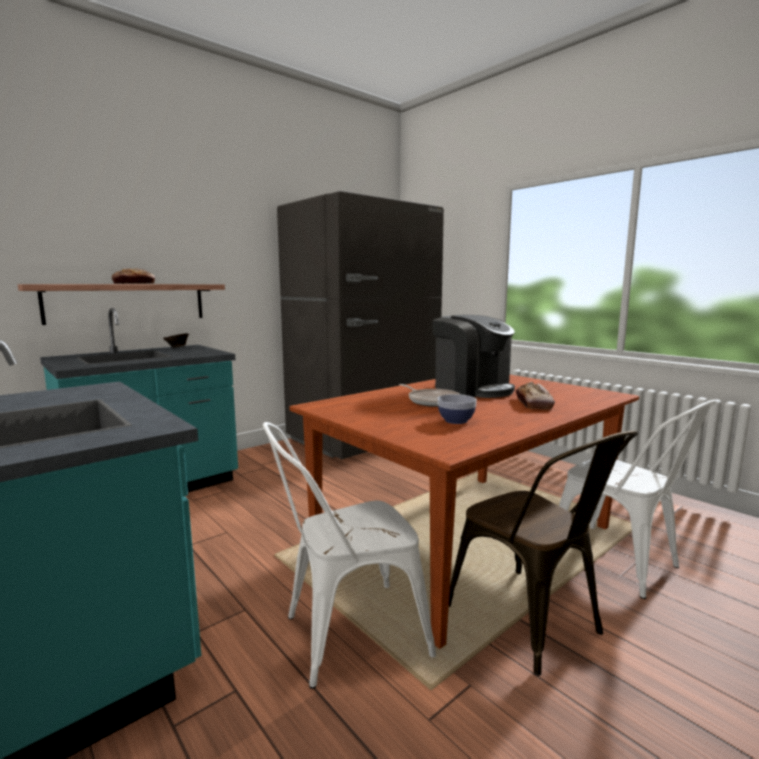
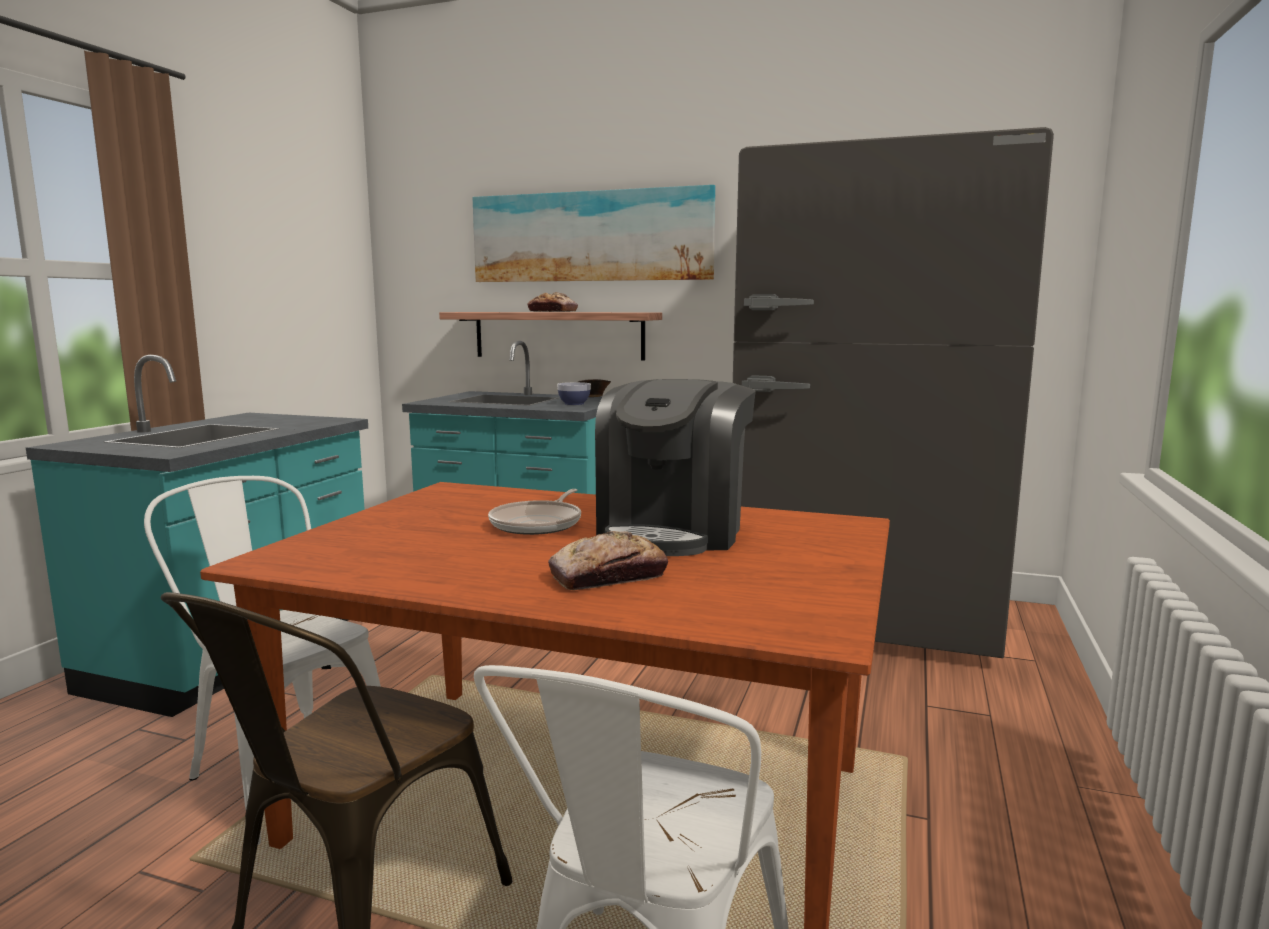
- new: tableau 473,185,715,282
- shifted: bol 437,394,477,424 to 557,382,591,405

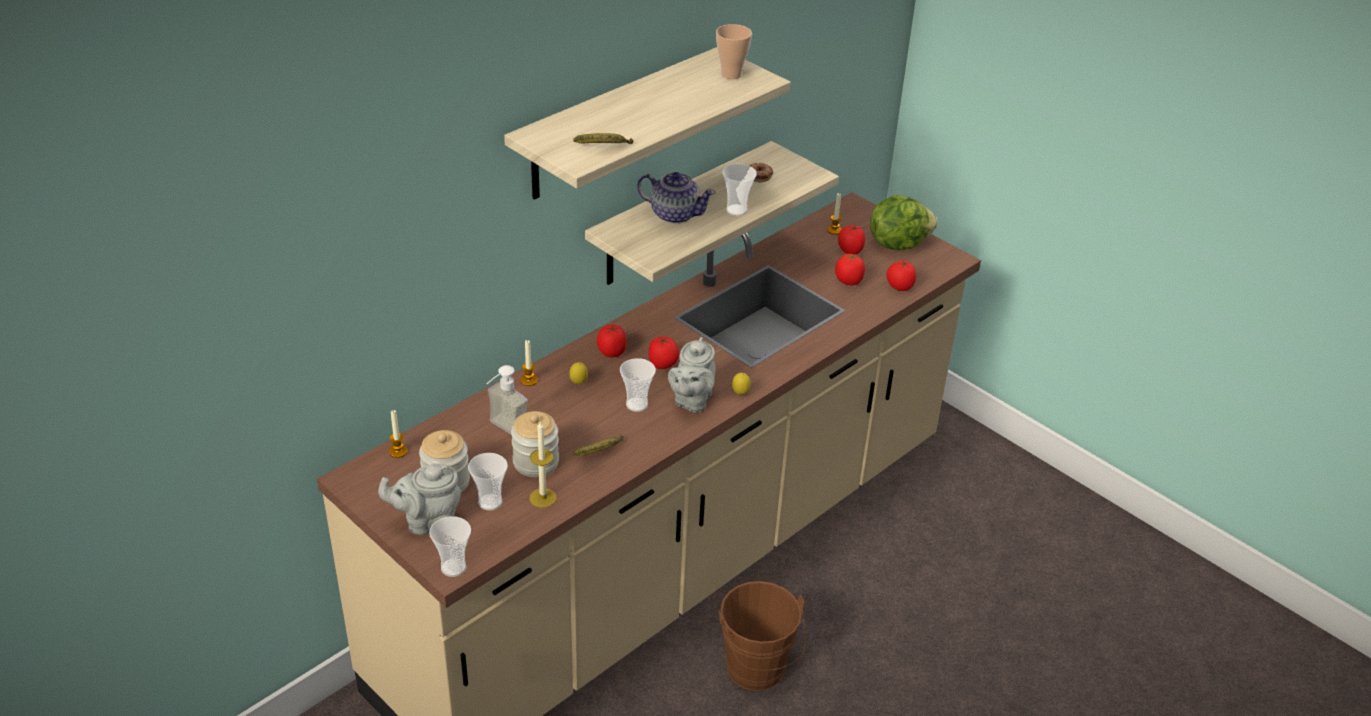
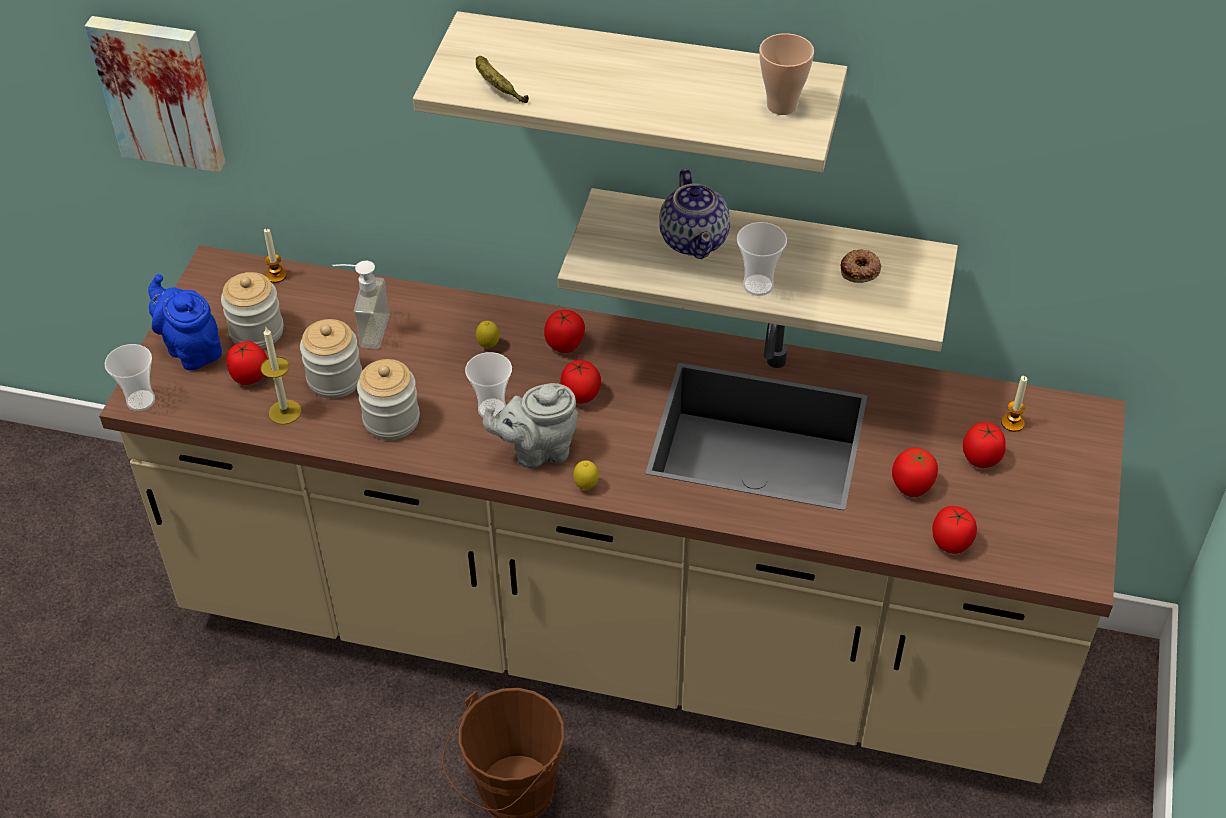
- new: tableau 85,16,225,172
- repainted: théière/gris 378,464,462,535 to théière/bleu 148,274,222,370
- swapped: tasse 468,453,508,510 to tomate 227,341,268,385
- swapped: banane 574,435,624,455 to bocal 357,359,420,440
- gone: bougie 520,340,538,386
- gone: laitue 870,195,938,250

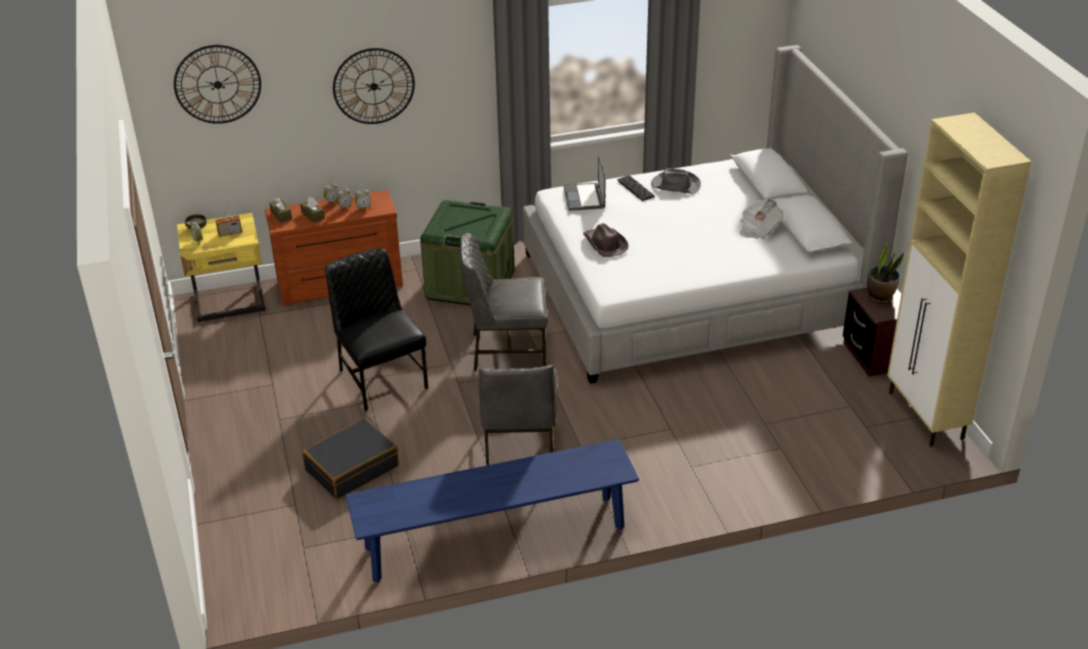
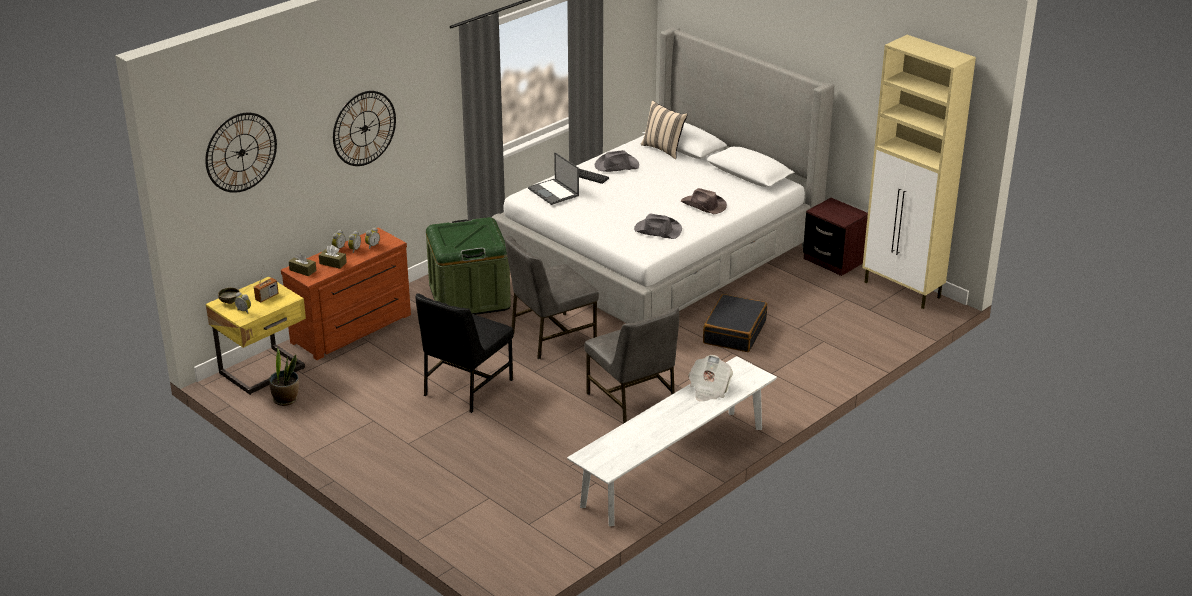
- shifted: plante en pot 867,242,904,303 to 269,347,299,406
- rotated: chaise/noir 325,248,428,411 = 416,294,514,413 90 degrees counterclockwise
- repainted: banc/bleu 345,439,639,583 to banc/blanc 567,356,777,526
- new: chapeau/gris 634,214,682,239
- new: coussin/beige 641,101,688,159
- shifted: chapeau/marron 583,223,629,257 to 681,188,727,214
- shifted: journal 739,199,783,239 to 688,355,733,401
- shifted: valise/noir 303,418,399,499 to 703,294,767,352

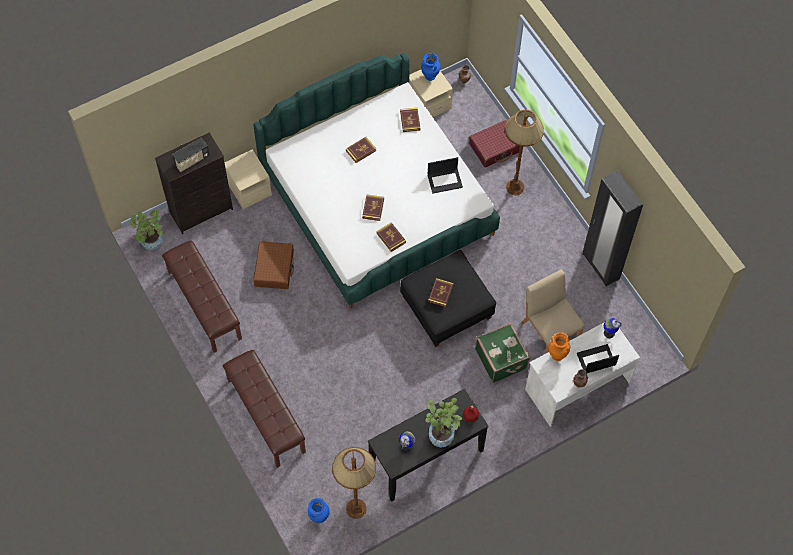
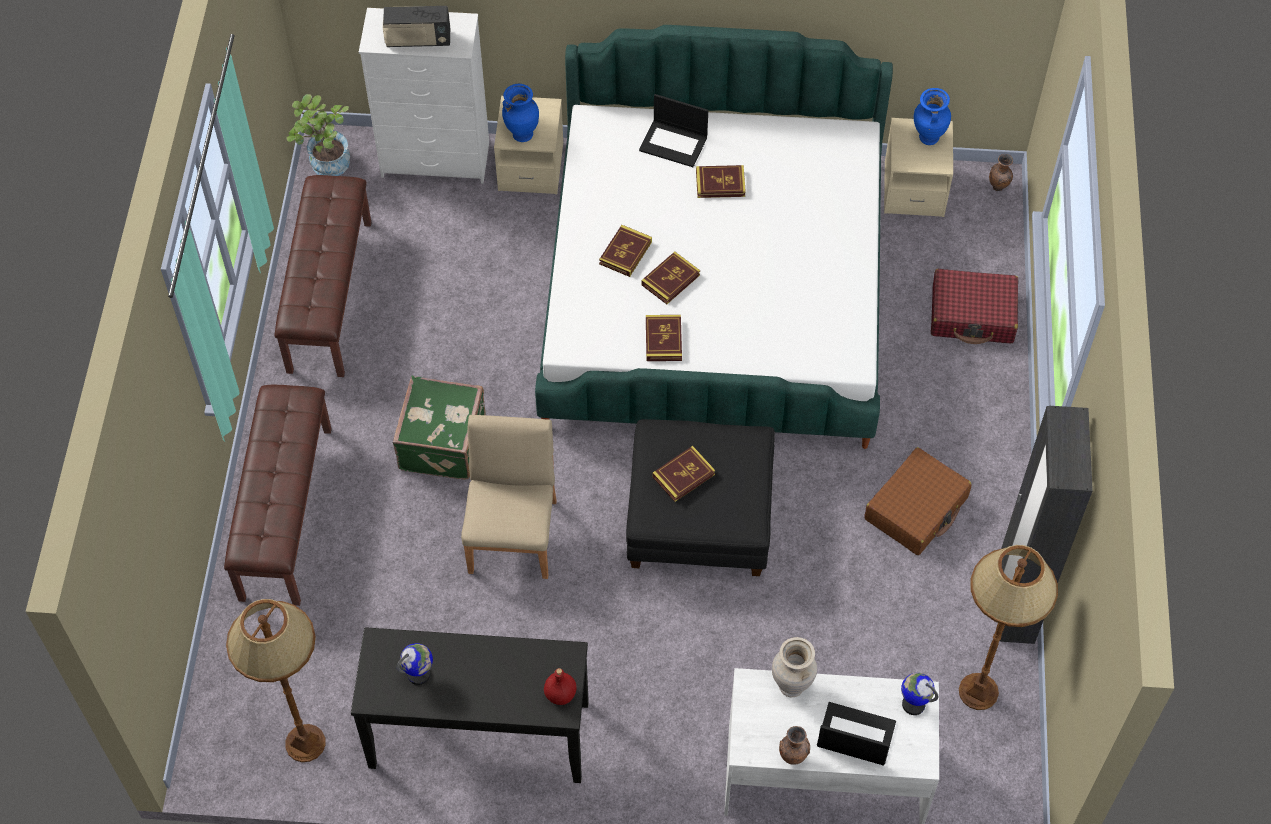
- repainted: commode/noir 155,133,233,234 to commode/blanc 359,8,489,184
- shifted: valise/vert 475,323,530,383 to 392,376,486,480
- shifted: chaise/beige 521,269,584,354 to 461,415,557,579
- shifted: vase/bleu 308,498,330,523 to 502,84,539,142
- shifted: livre 400,108,420,132 to 599,225,652,277
- shifted: ordinateur portable 428,157,463,193 to 639,94,708,167
- repainted: vase/orange 549,332,570,361 to vase/beige 772,637,817,698
- shifted: valise/marron 254,241,294,289 to 865,447,971,555
- shifted: lampadaire/marron 505,109,544,195 to 959,545,1058,710
- gone: plante en pot 425,398,462,448

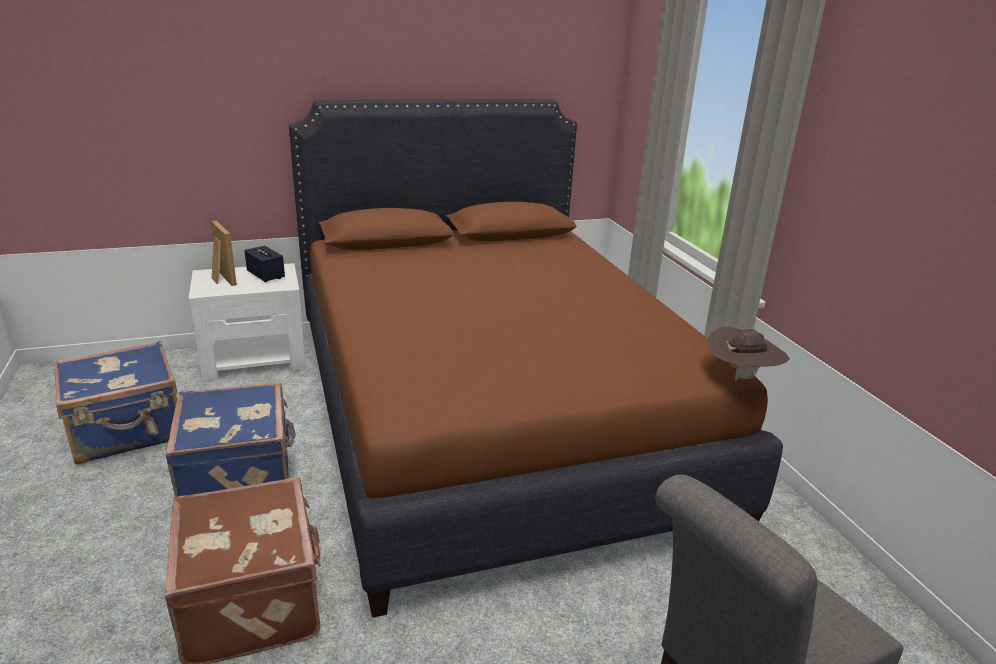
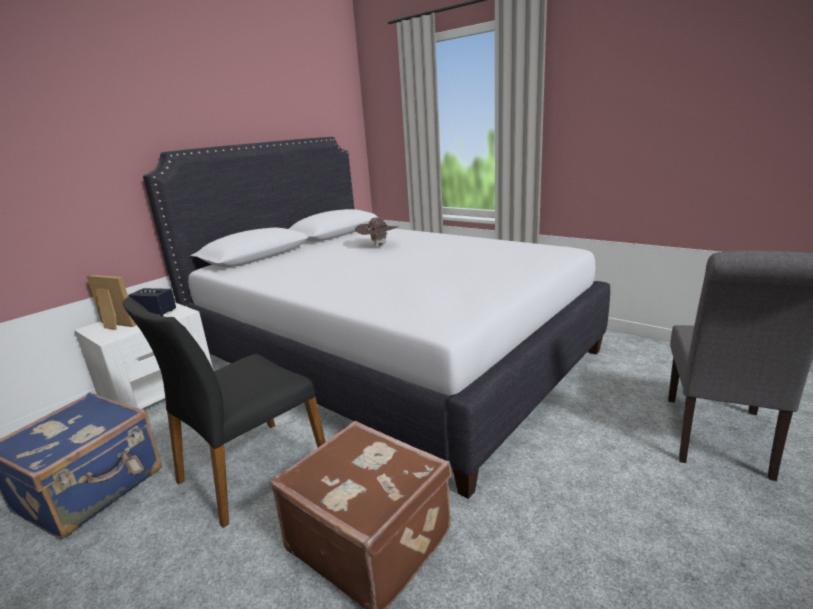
- swapped: valise/bleu 166,382,296,497 to chaise/noir 123,297,325,528
- repainted: lit/marron 289,99,783,618 to lit/blanc 143,137,610,499
- shifted: chapeau/marron 707,327,790,381 to 355,217,399,247

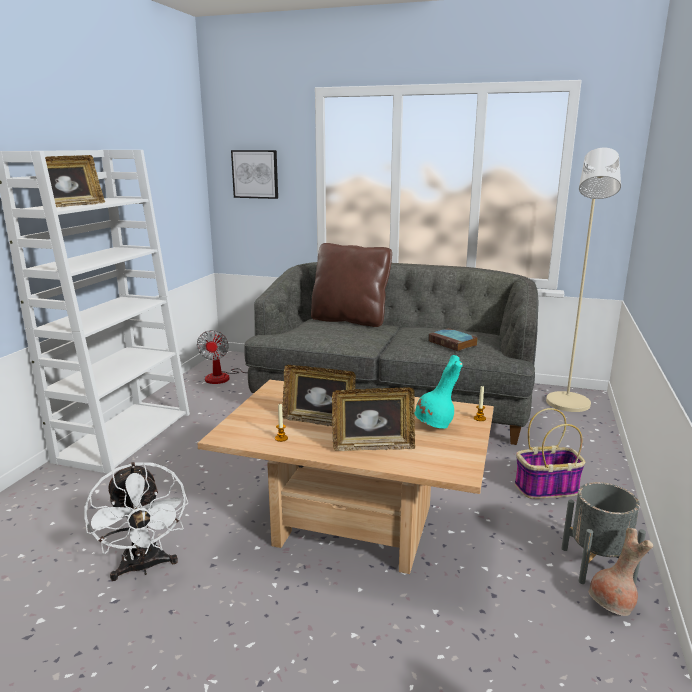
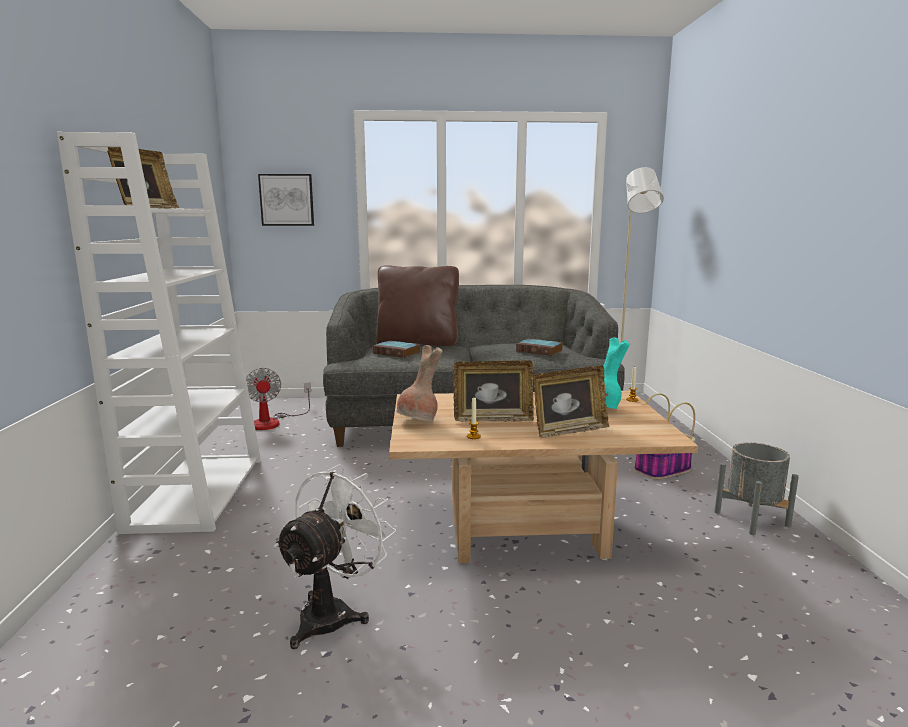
- rotated: ventilateur/blanc 84,462,188,581 = 274,464,396,649 105 degrees counterclockwise
- new: livre 372,340,420,358
- shifted: vase/marron 589,528,653,616 to 396,345,443,421

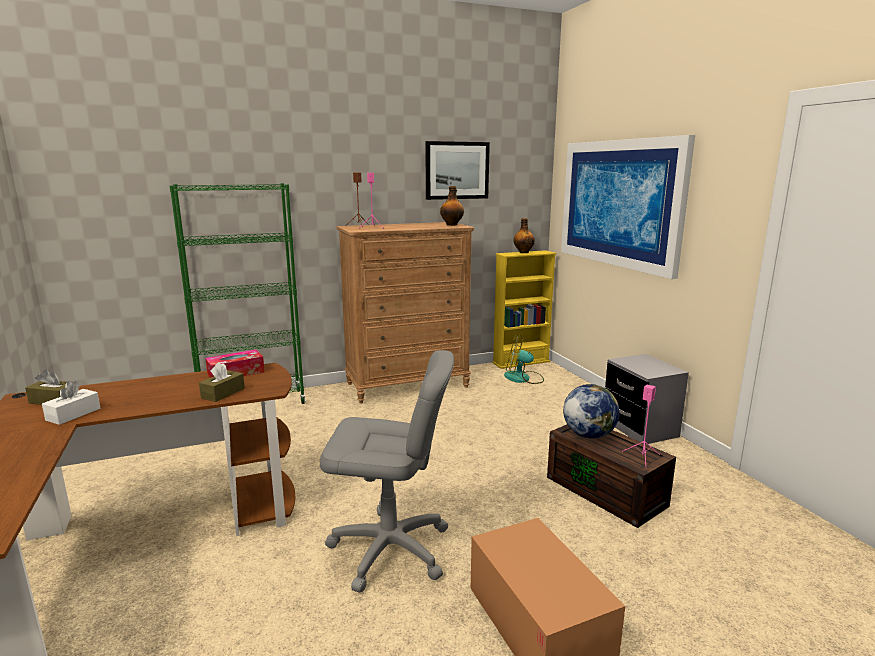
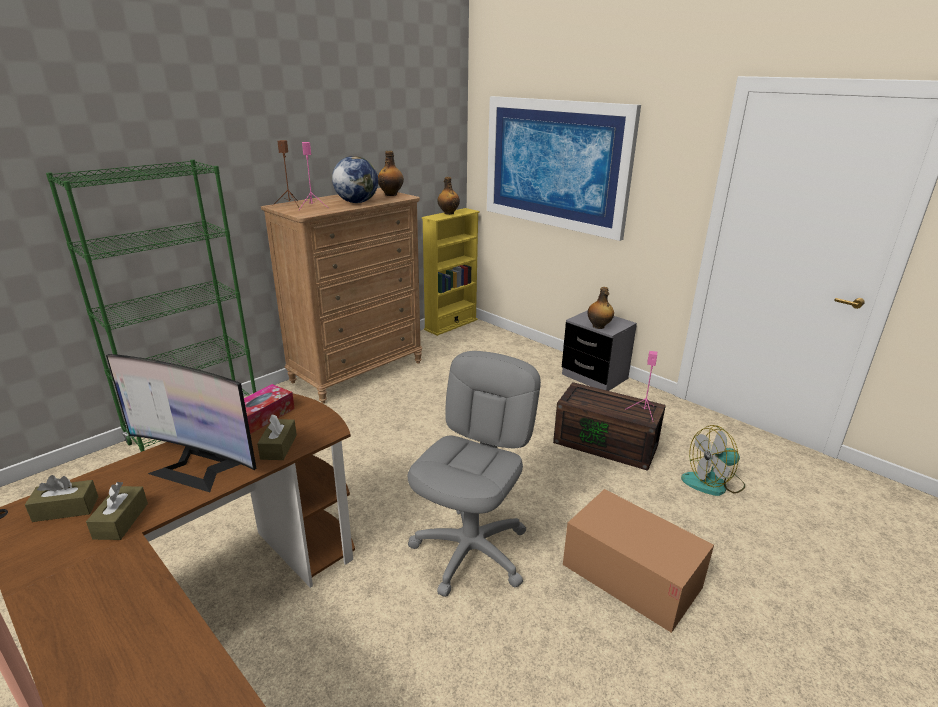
- repainted: boîte à mouchoirs/blanc 42,381,100,425 to boîte à mouchoirs/marron 86,482,148,540
- new: écran d'ordinateur 106,354,256,492
- shifted: globe 563,384,620,439 to 332,156,378,203
- rotated: chaise de bureau/gris 320,350,454,593 = 408,351,541,597 45 degrees counterclockwise
- new: bouteille 587,287,614,329
- shifted: ventilateur 504,335,544,384 to 681,425,745,496
- gone: tableau 425,141,490,200

